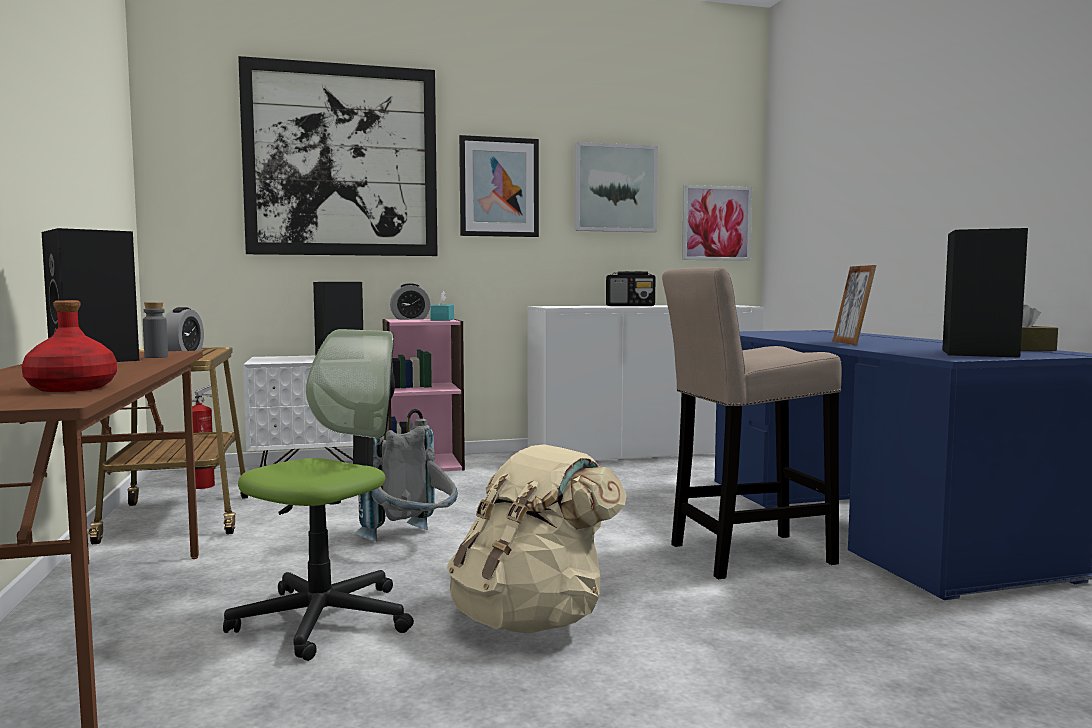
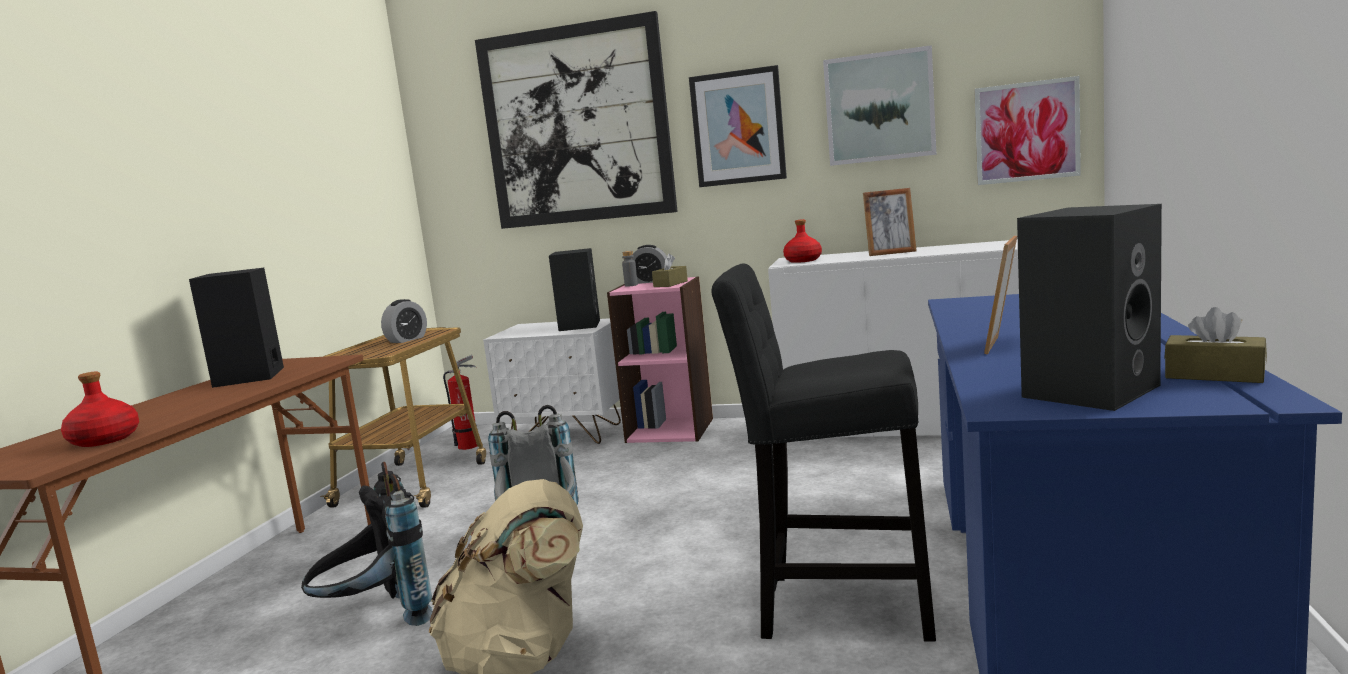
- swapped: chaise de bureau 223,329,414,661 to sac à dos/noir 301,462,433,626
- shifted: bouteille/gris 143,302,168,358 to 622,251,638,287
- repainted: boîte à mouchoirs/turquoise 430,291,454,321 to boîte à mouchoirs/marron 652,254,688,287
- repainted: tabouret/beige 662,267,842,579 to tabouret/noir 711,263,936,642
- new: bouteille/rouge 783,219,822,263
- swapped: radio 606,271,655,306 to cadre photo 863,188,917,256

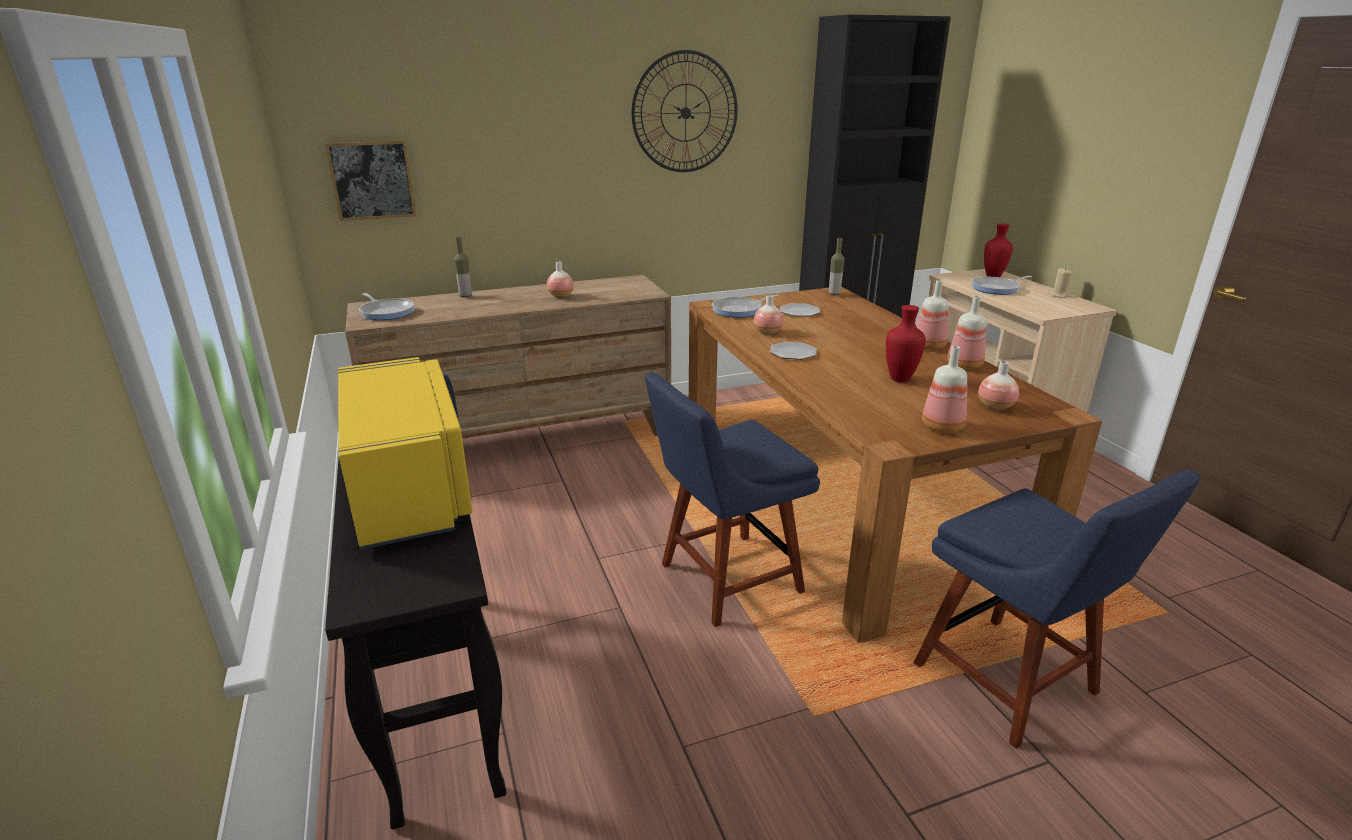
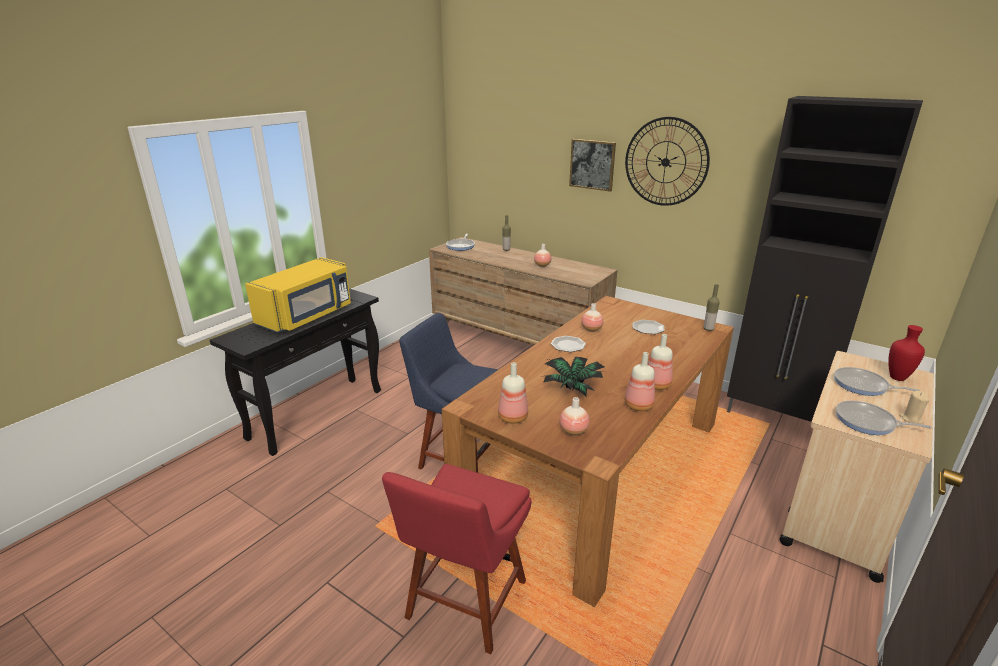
- repainted: chaise/bleu 914,470,1201,749 to chaise/rouge 382,464,532,654
- swapped: vase/rouge 886,305,926,383 to plante en pot 541,357,607,396
- shifted: tableau 325,140,417,221 to 569,139,616,192
- shifted: poêle 712,295,778,318 to 836,401,932,435

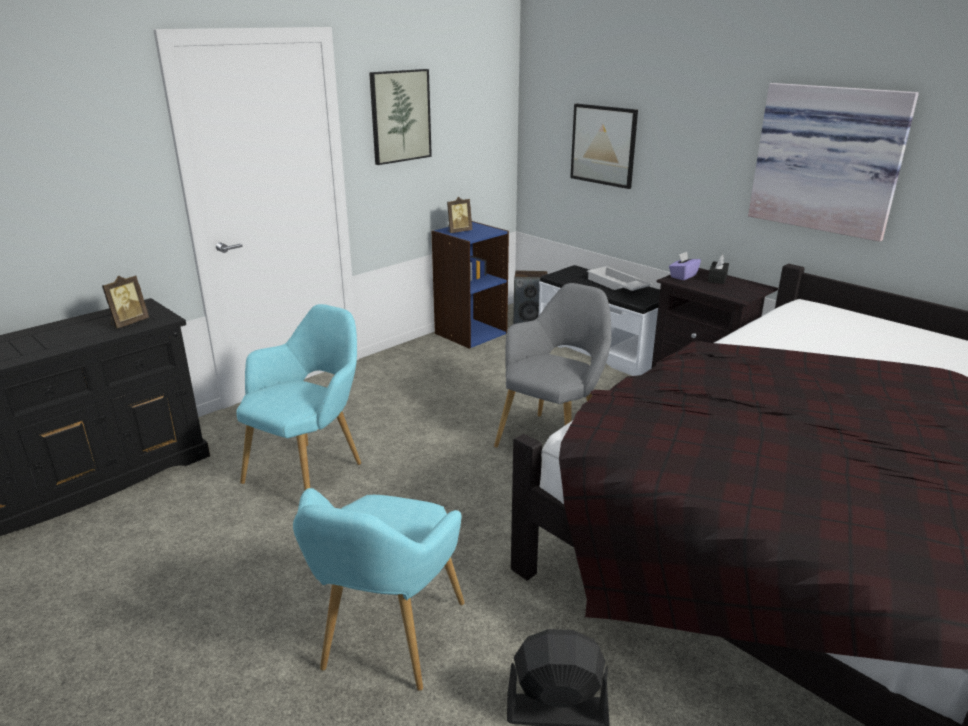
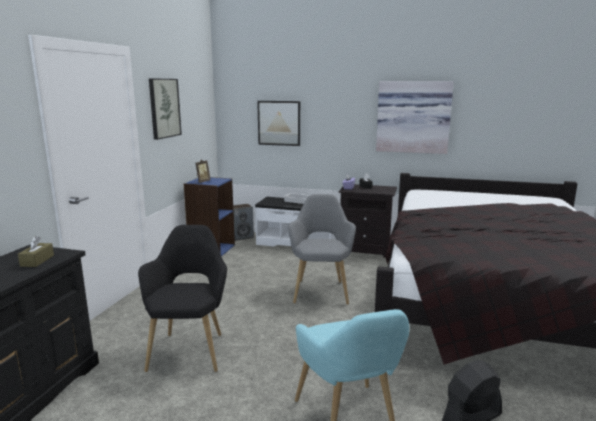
- swapped: cadre photo 102,275,149,328 to boîte à mouchoirs/marron 18,236,54,267
- repainted: fauteuil/turquoise 236,304,361,490 to fauteuil/noir 138,225,227,372

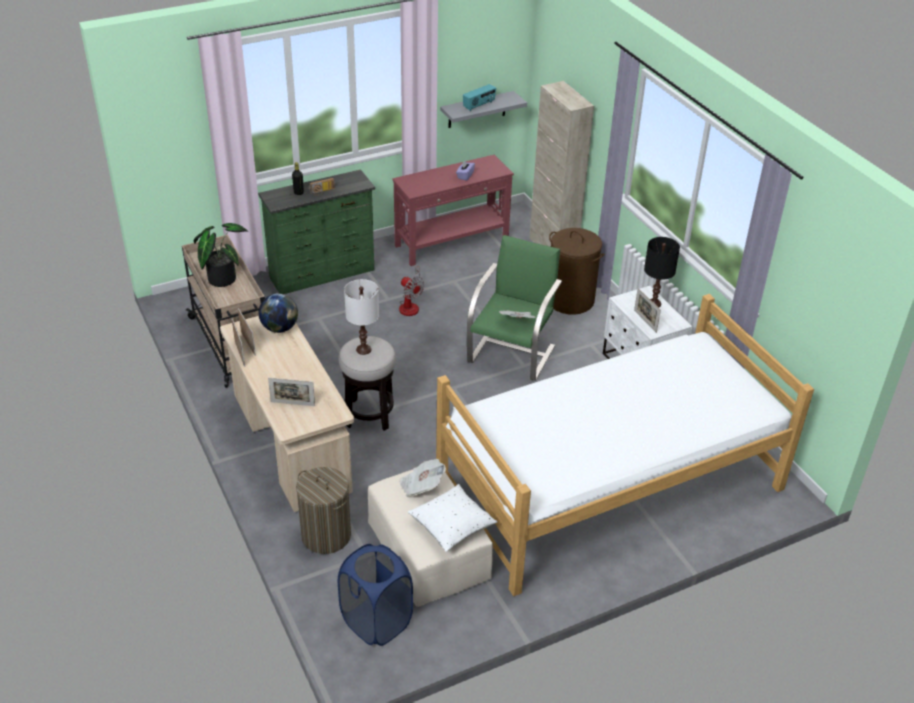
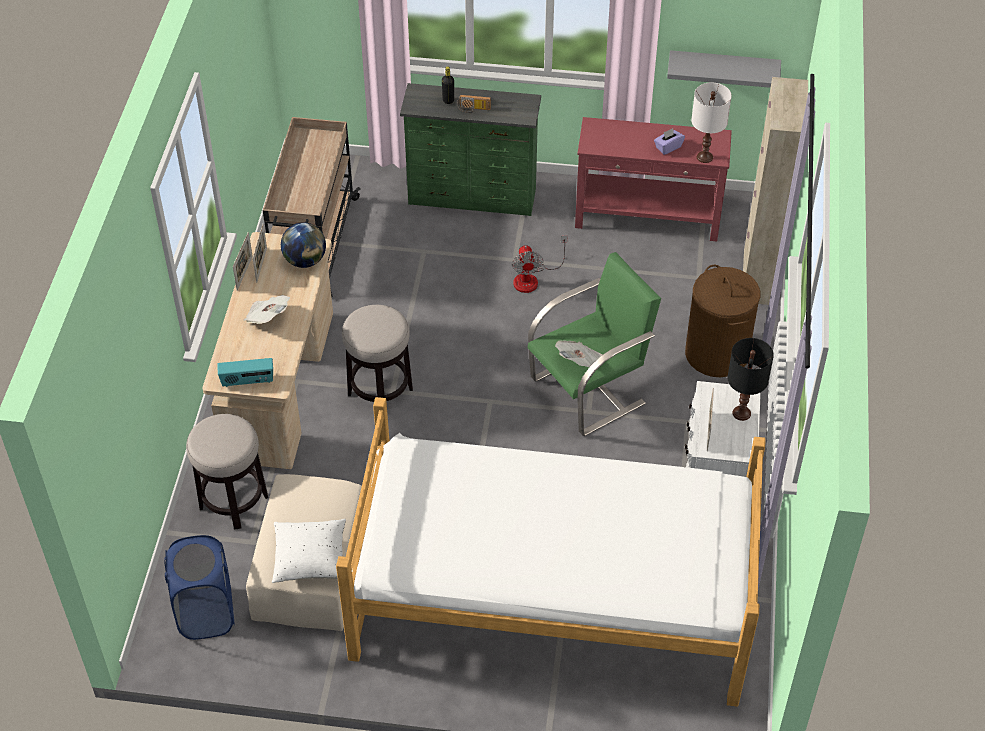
- swapped: panier à linge 296,467,351,554 to tabouret 186,414,268,530
- shifted: radio 463,84,496,111 to 217,358,273,387
- shifted: journal 399,459,446,497 to 243,295,290,324
- shifted: lampe de table/blanc 344,279,379,355 to 691,82,732,163
- gone: plante en pot 193,223,248,287
- gone: cadre photo 268,377,315,406

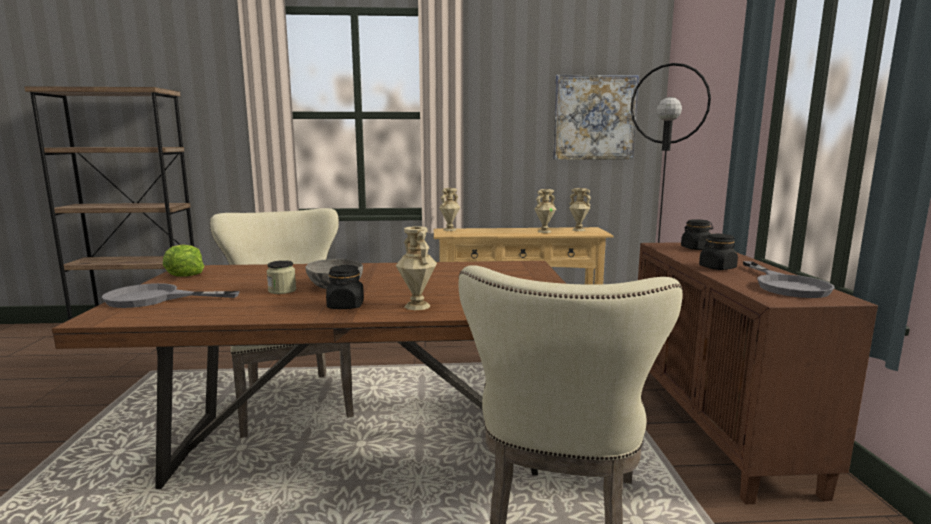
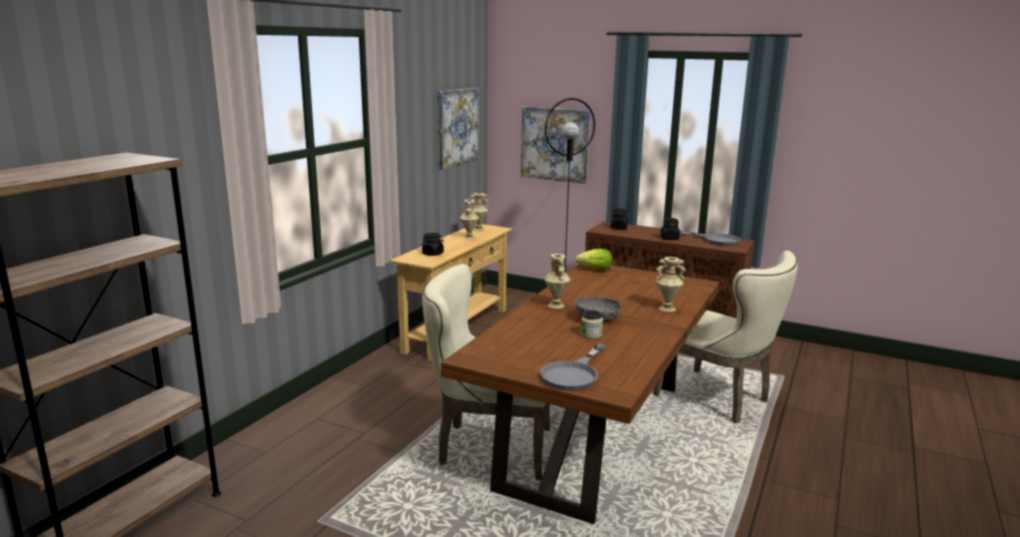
- shifted: bocal/noir 326,265,364,309 to 422,233,444,256
- new: tableau 521,107,590,184
- shifted: vase/beige 439,188,460,231 to 544,254,571,309
- shifted: laitue 163,244,204,277 to 575,249,612,270

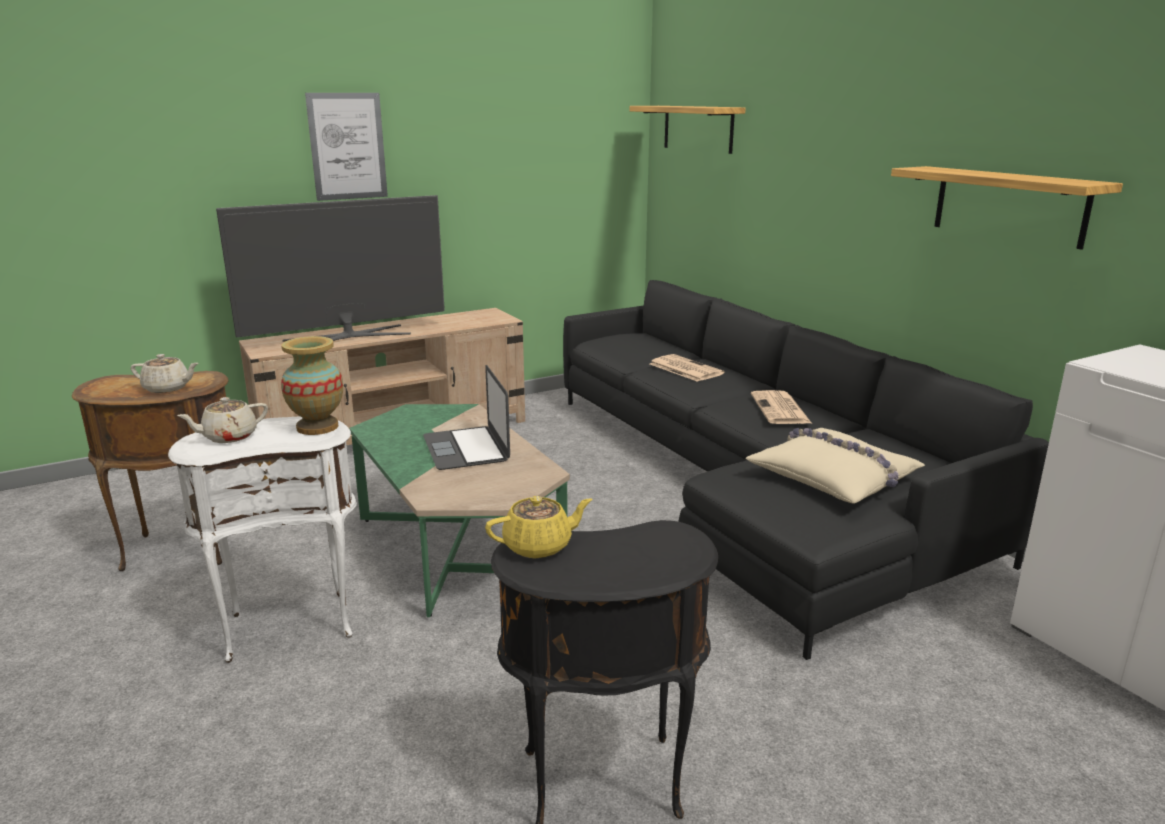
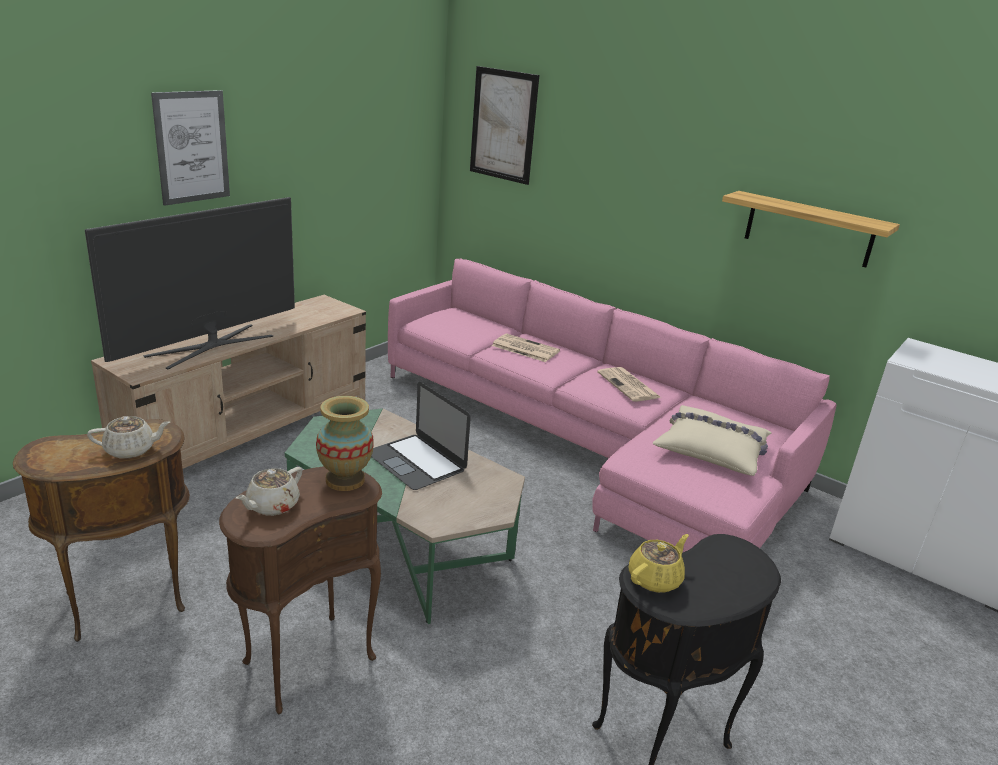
- repainted: table d'appoint/blanc 168,416,357,663 to table d'appoint/marron 219,466,382,714
- repainted: canapé/noir 563,280,1049,660 to canapé/rose 388,258,837,553
- swapped: étagère 630,106,746,154 to tableau 470,66,539,185

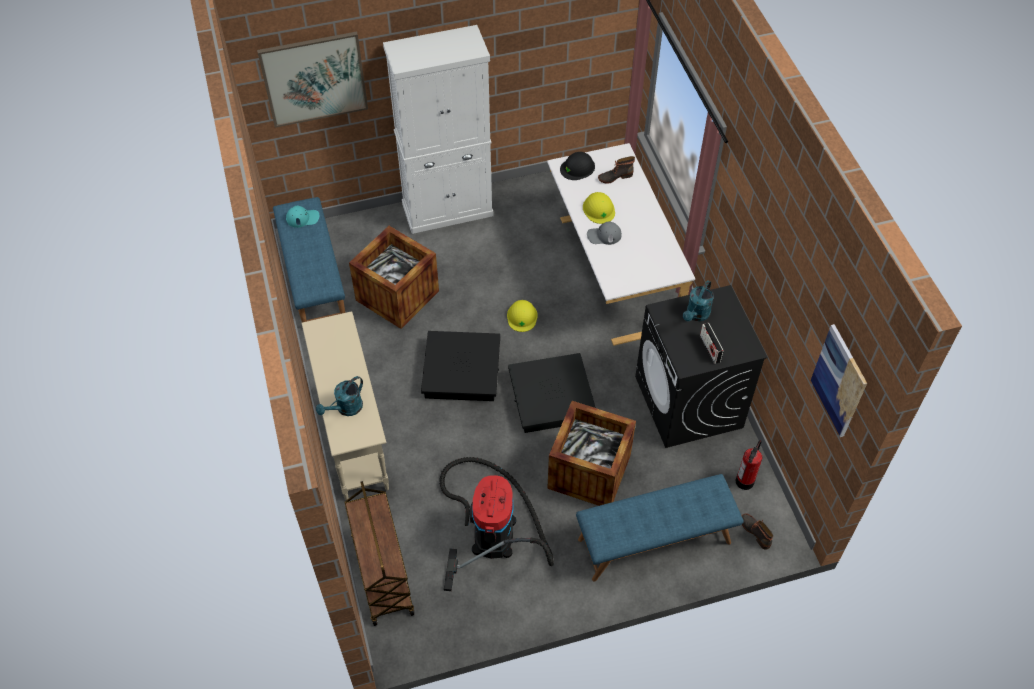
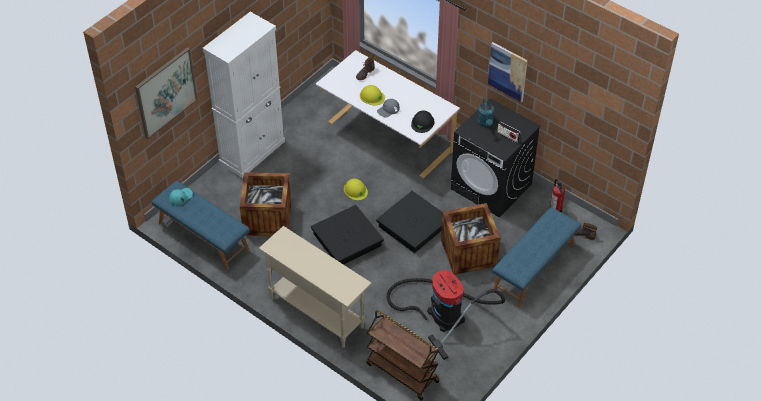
- shifted: casque de chantier/noir 560,152,595,180 to 411,111,435,133
- shifted: tableau 811,324,867,437 to 488,42,528,102
- gone: arrosoir/turquoise 316,376,363,416

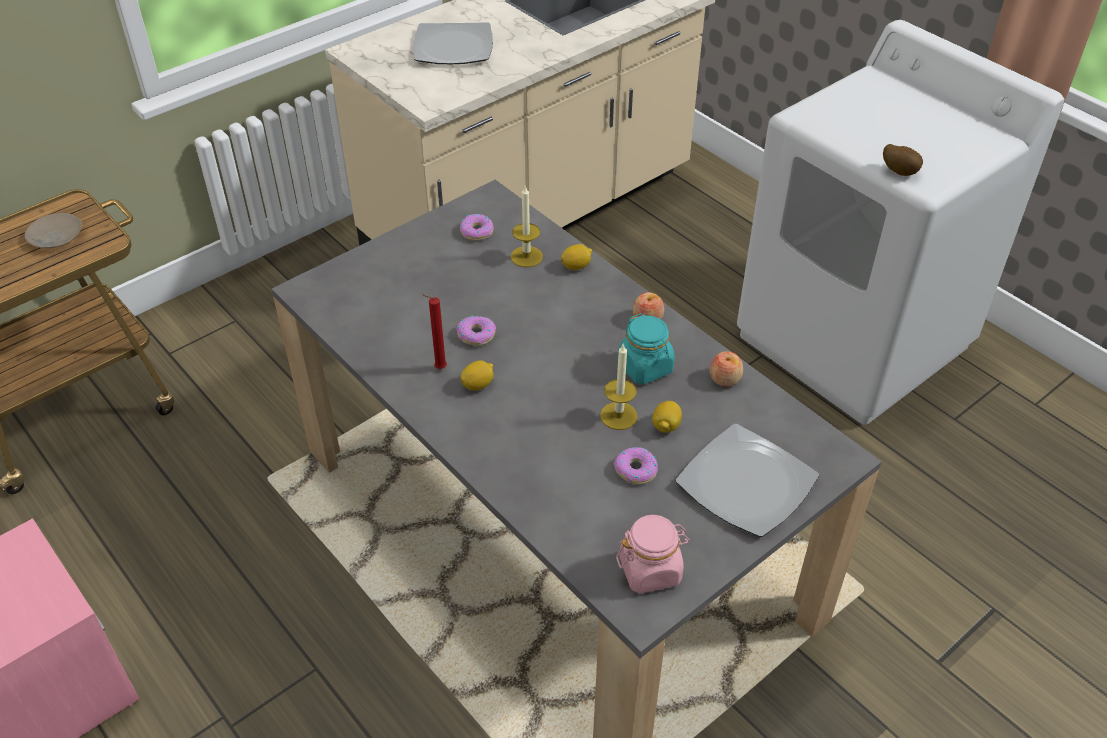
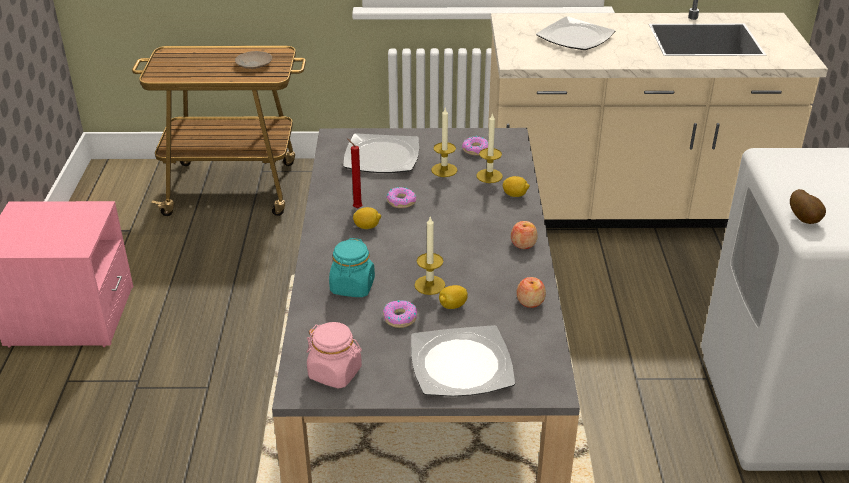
- shifted: bocal/turquoise 617,313,675,384 to 329,238,375,297
- new: assiette 343,133,419,173
- new: bougie 431,108,458,177

